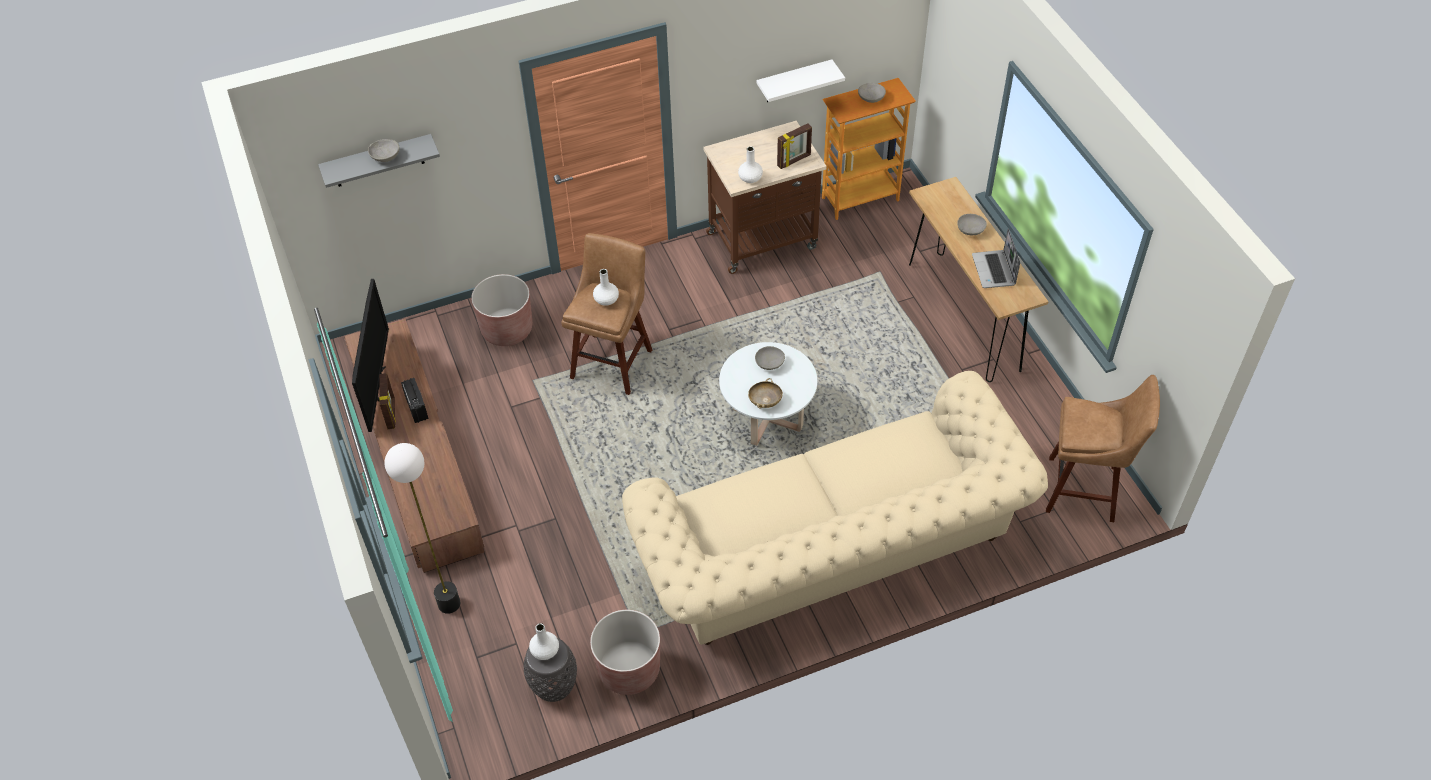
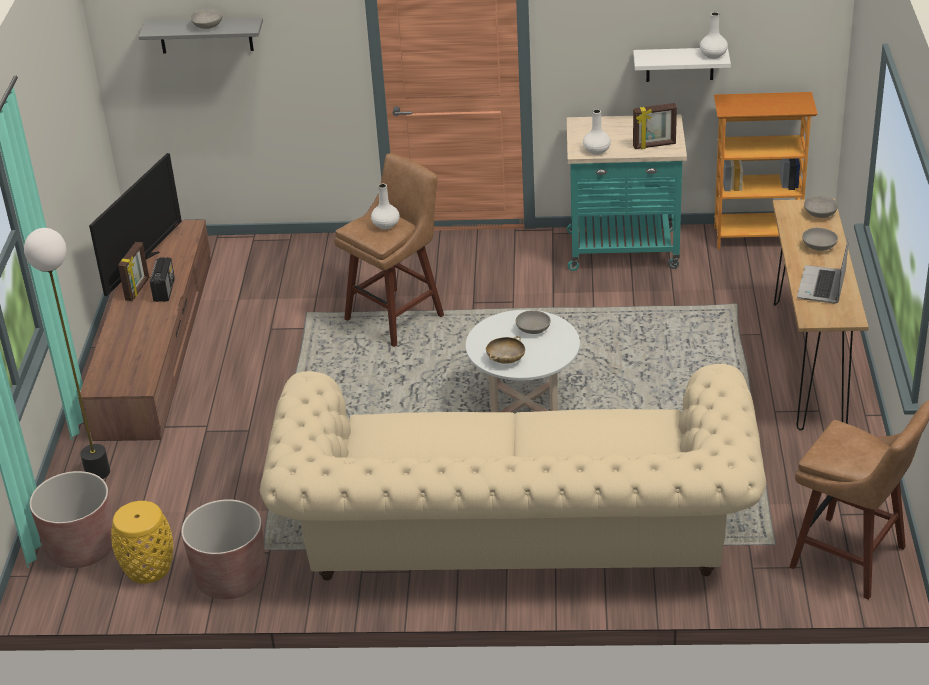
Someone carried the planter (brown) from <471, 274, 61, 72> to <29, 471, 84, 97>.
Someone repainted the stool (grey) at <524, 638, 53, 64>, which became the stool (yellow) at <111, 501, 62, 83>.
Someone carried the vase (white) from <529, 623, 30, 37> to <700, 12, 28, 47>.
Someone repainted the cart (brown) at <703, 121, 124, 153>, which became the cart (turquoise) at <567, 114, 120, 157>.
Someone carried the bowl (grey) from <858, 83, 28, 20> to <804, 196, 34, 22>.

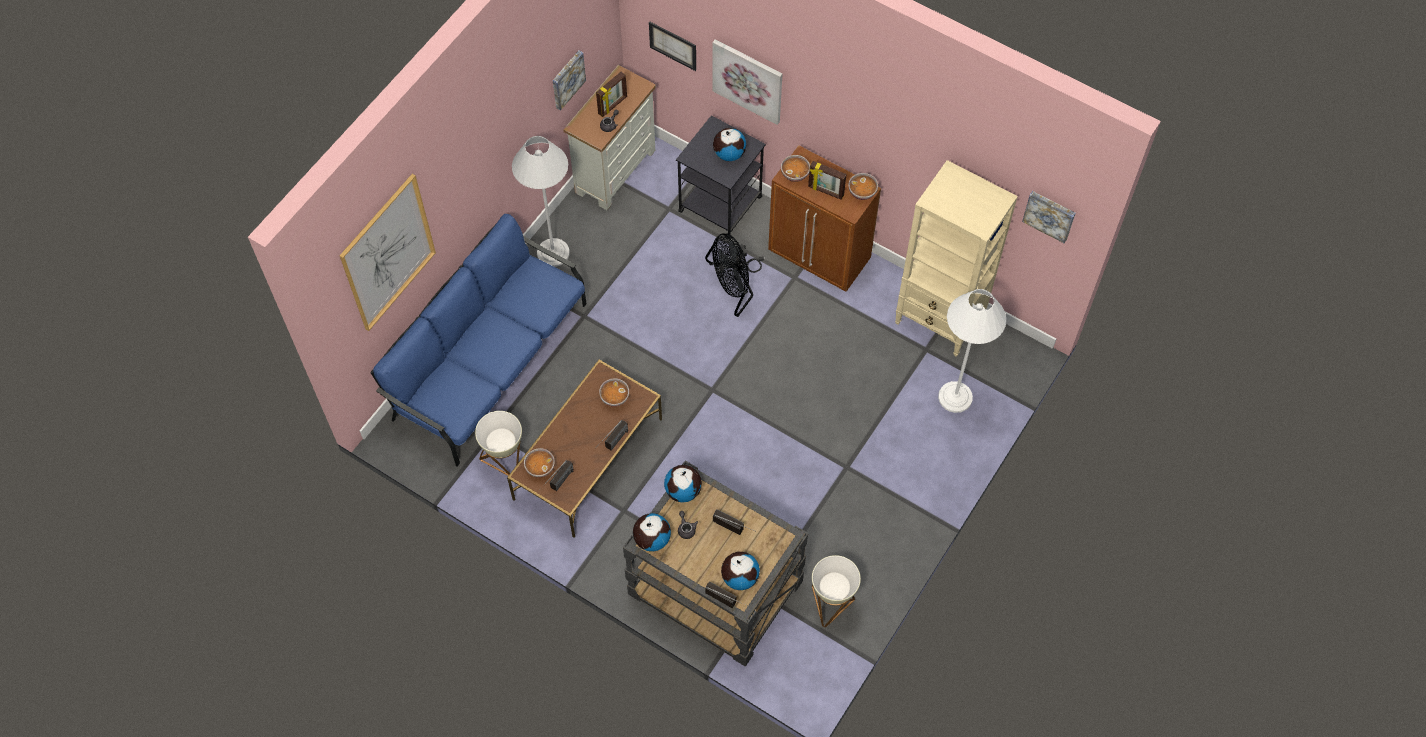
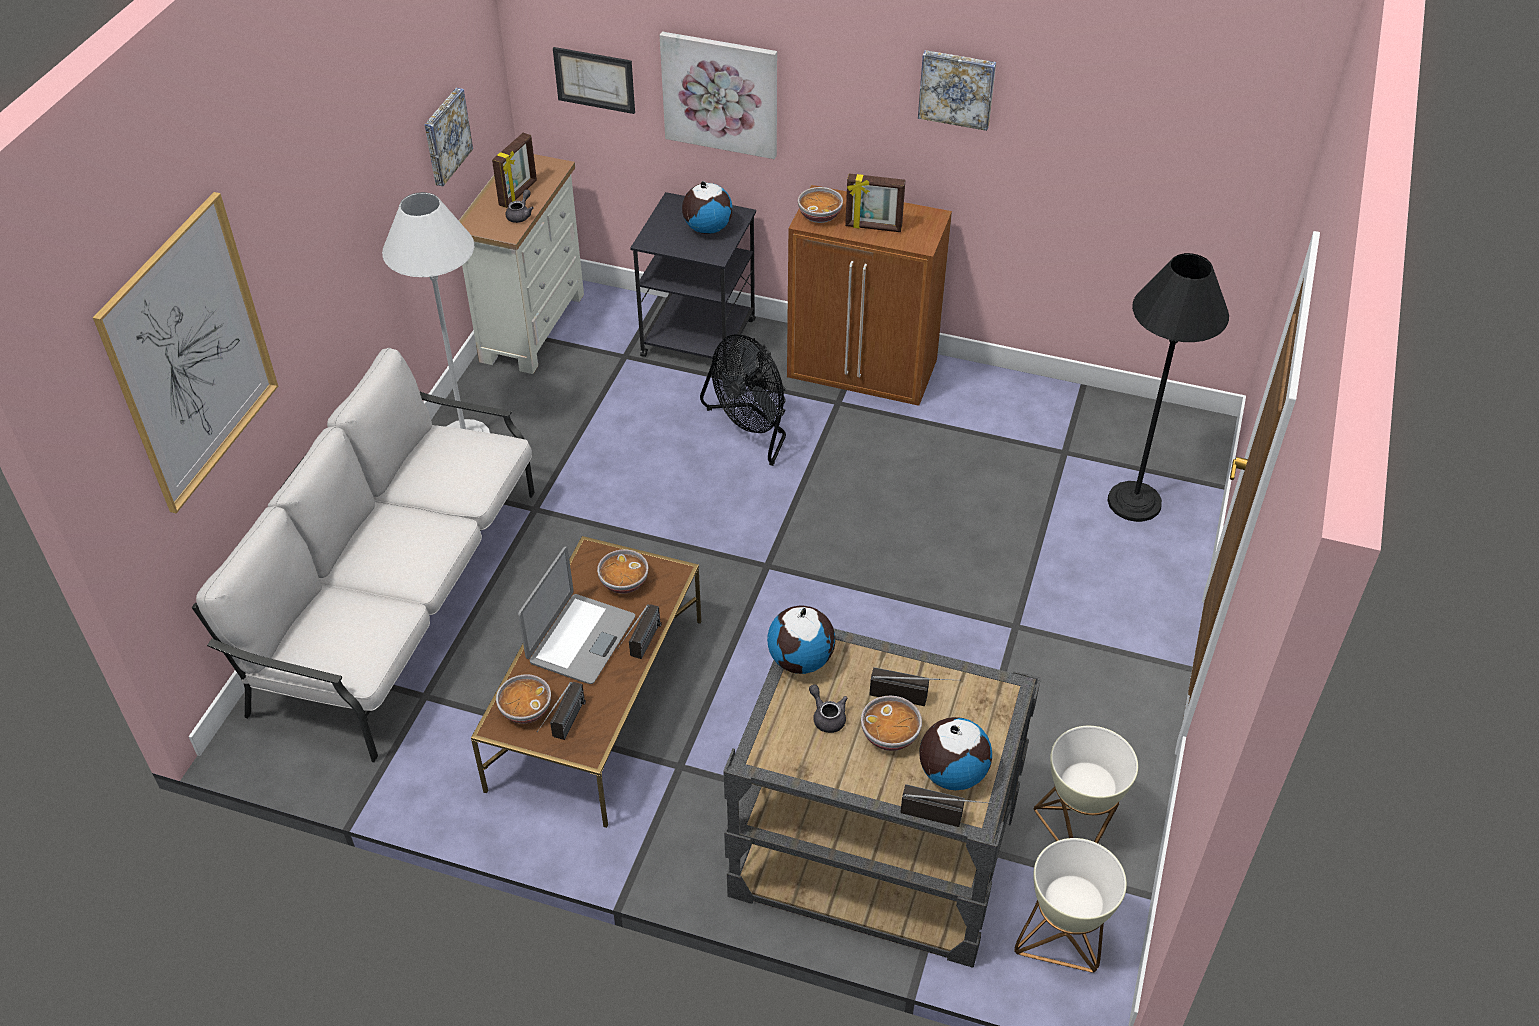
Someone repainted the sofa (blue) at <370, 214, 216, 253>, which became the sofa (white) at <191, 348, 344, 415>.
Someone carried the planter from <475, 411, 47, 65> to <1014, 838, 113, 135>.
Someone took away the globe at <633, 513, 38, 38>.
Someone carried the bowl from <848, 173, 30, 27> to <861, 695, 61, 56>.
Someone took away the bookcase (beige) at <895, 160, 123, 197>.
Someone repainted the floor lamp (white) at <938, 289, 68, 124>, which became the floor lamp (black) at <1108, 253, 121, 269>.
Someone carried the picture from <1022, 191, 54, 52> to <918, 50, 78, 81>.
Someone put down the laptop at <518, 547, 117, 137>.

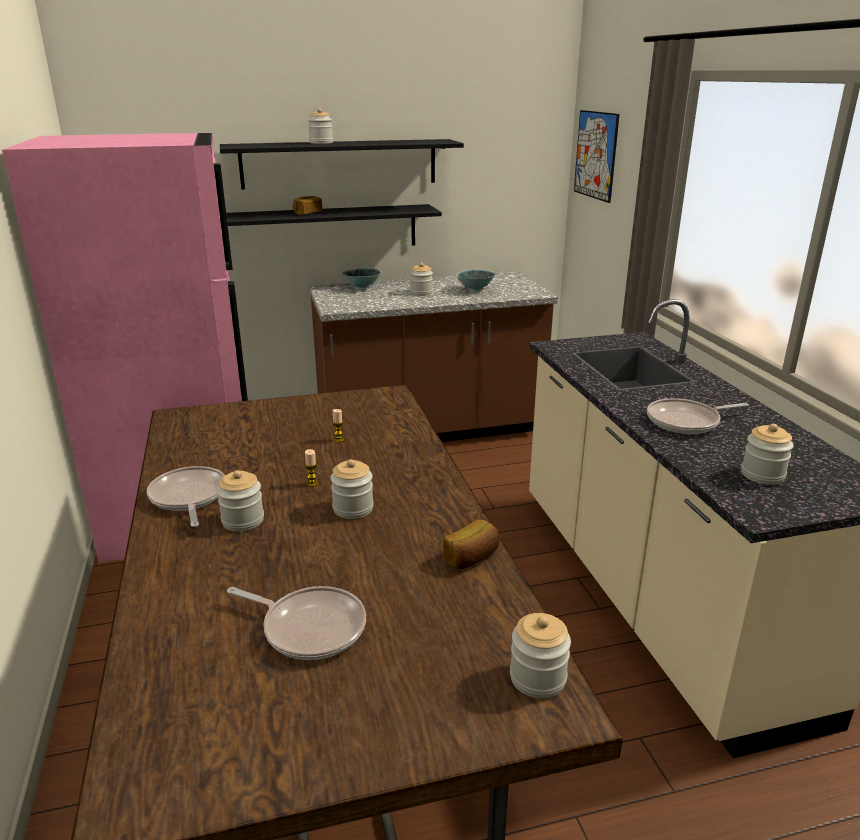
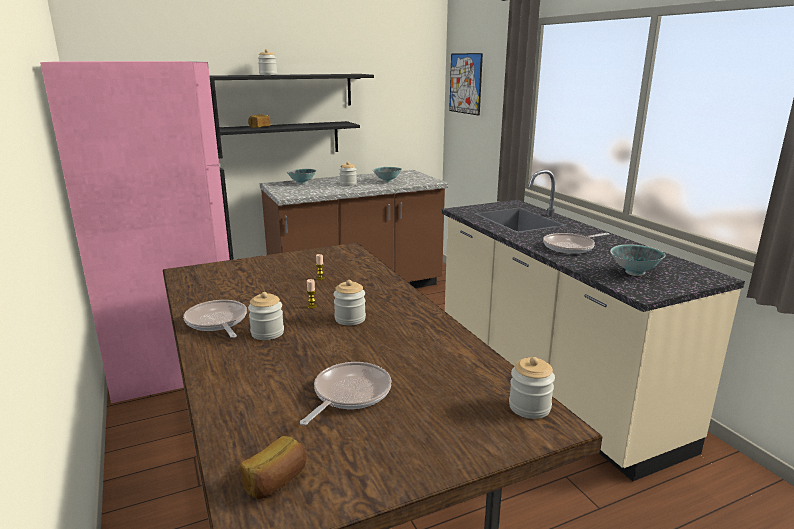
Someone rotated the frying pan at <227, 586, 139, 74> by 75 degrees counterclockwise.
Someone carried the bread from <443, 519, 57, 50> to <240, 436, 67, 63>.
Someone swapped the jar at <741, 424, 53, 61> for the bowl at <610, 244, 56, 32>.

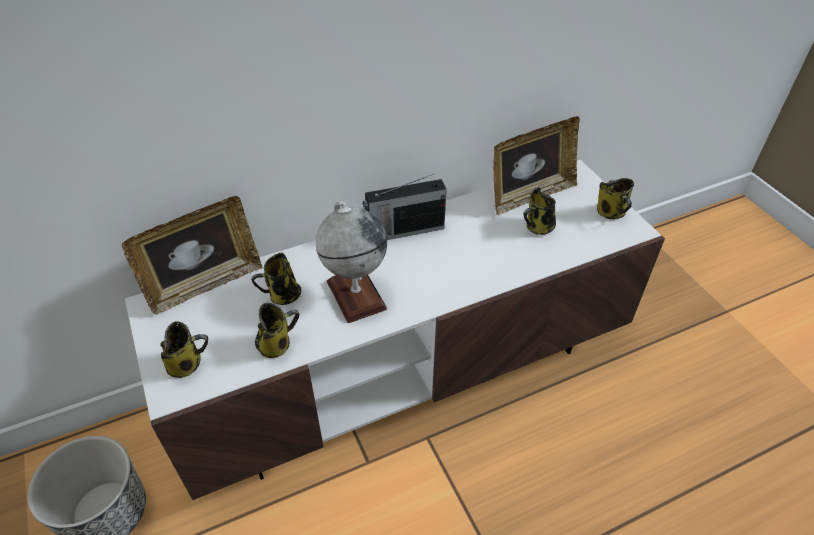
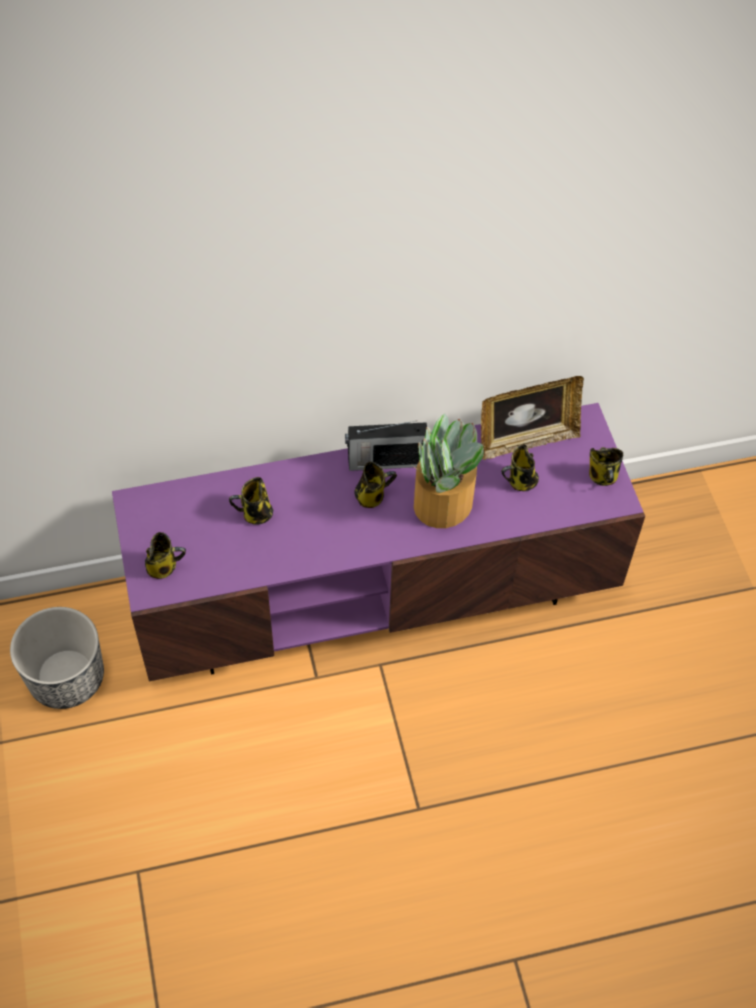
Someone took away the picture frame at <122, 196, 141, 118>.
Someone repainted the tv stand (white) at <125, 160, 540, 340>, which became the tv stand (purple) at <112, 403, 533, 278>.
Someone carried the mug from <255, 303, 45, 55> to <354, 462, 43, 46>.
Someone took away the globe at <316, 201, 71, 122>.
Someone put down the potted plant at <412, 413, 72, 115>.

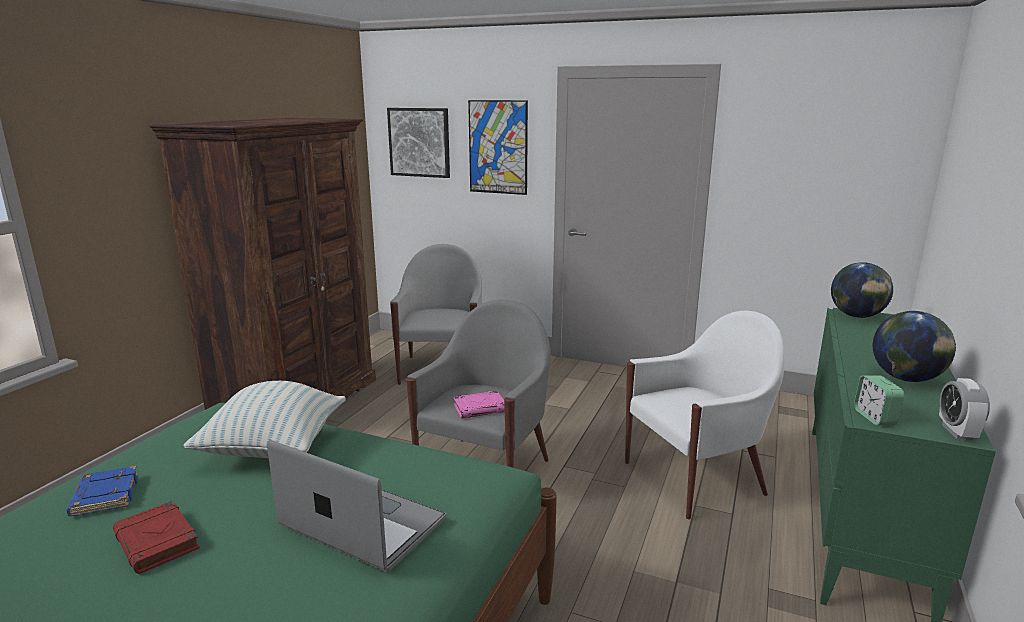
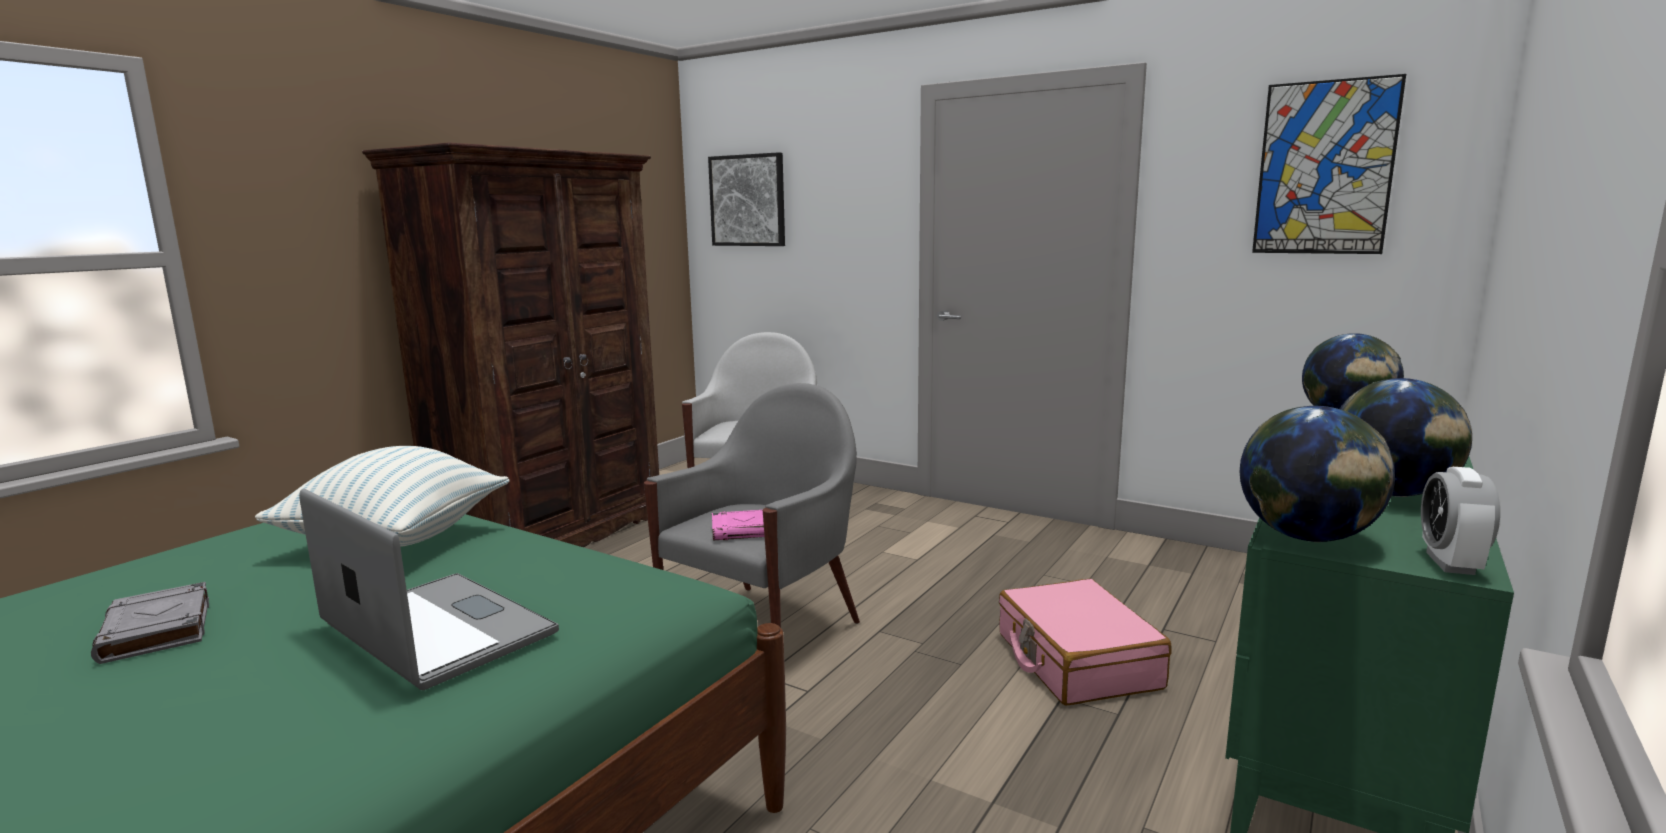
Someone took away the book (blue) at <67, 466, 71, 51>.
Someone repainted the book (red) at <113, 501, 87, 73>, which became the book (grey) at <91, 582, 118, 82>.
Someone carried the picture from <468, 100, 60, 95> to <1252, 74, 154, 180>.
Someone swapped the armchair (white) at <625, 311, 159, 208> for the suitcase (pink) at <999, 579, 173, 127>.
Someone swapped the alarm clock at <854, 375, 51, 50> for the globe at <1240, 406, 155, 136>.

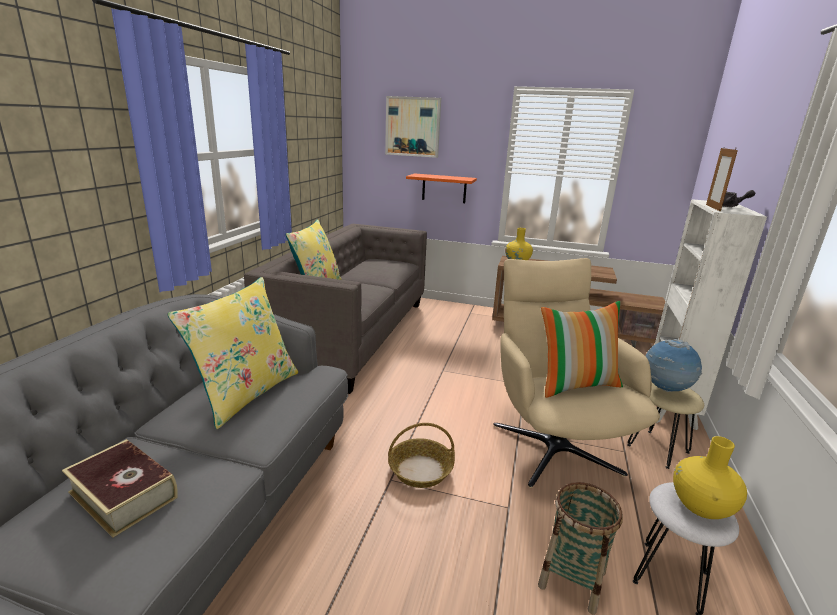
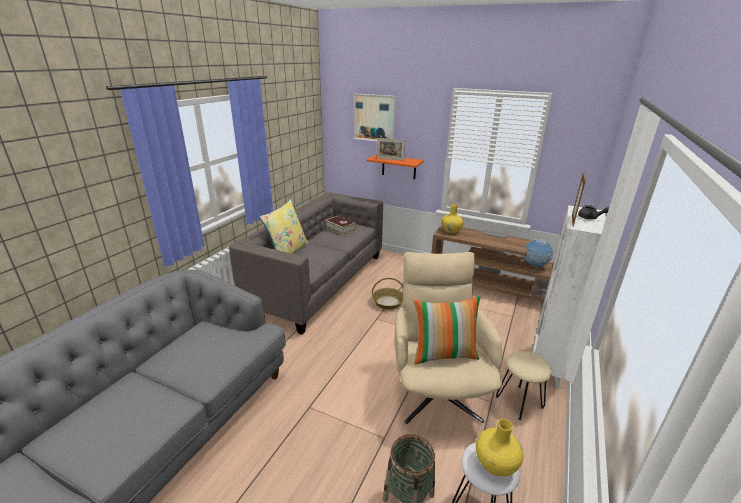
Someone carried the book from <62, 439, 116, 98> to <325, 216, 31, 19>.
Someone took away the pillow (yellow) at <167, 277, 131, 152>.
Someone carried the basket from <388, 423, 67, 65> to <372, 278, 31, 31>.
Someone carried the globe from <645, 339, 57, 53> to <524, 239, 29, 28>.
Someone put down the picture frame at <377, 138, 28, 23>.

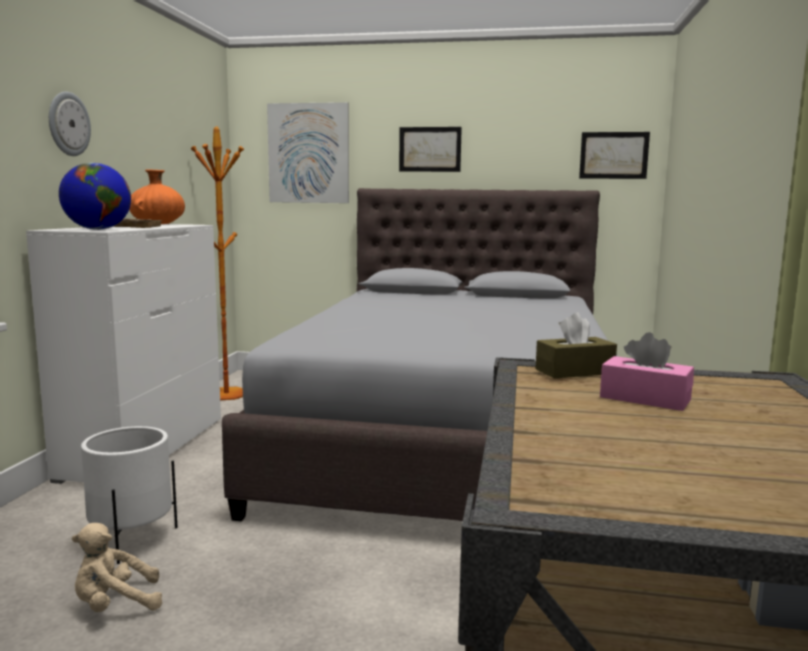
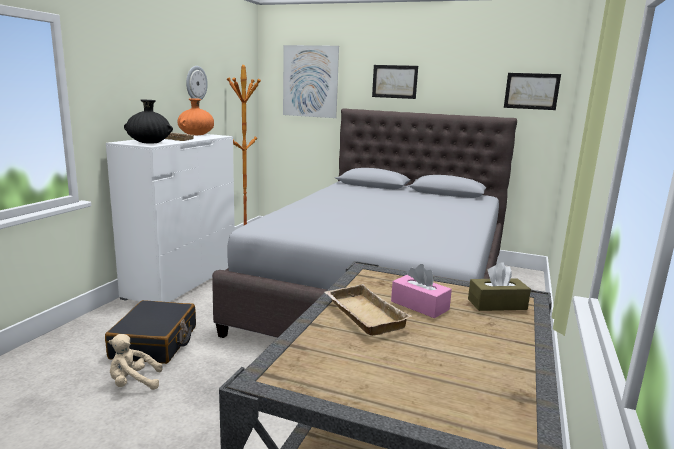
Someone carried the wall clock from <49, 91, 42, 65> to <186, 66, 22, 34>.
Someone swapped the globe at <59, 163, 72, 67> for the vase (black) at <124, 99, 49, 44>.
Someone swapped the planter (white) at <81, 426, 97, 138> for the suitcase (black) at <105, 300, 91, 64>.
Someone carried the tissue box (brown) from <536, 312, 81, 66> to <468, 262, 63, 49>.
Someone put down the tray (beige) at <324, 284, 88, 52>.

